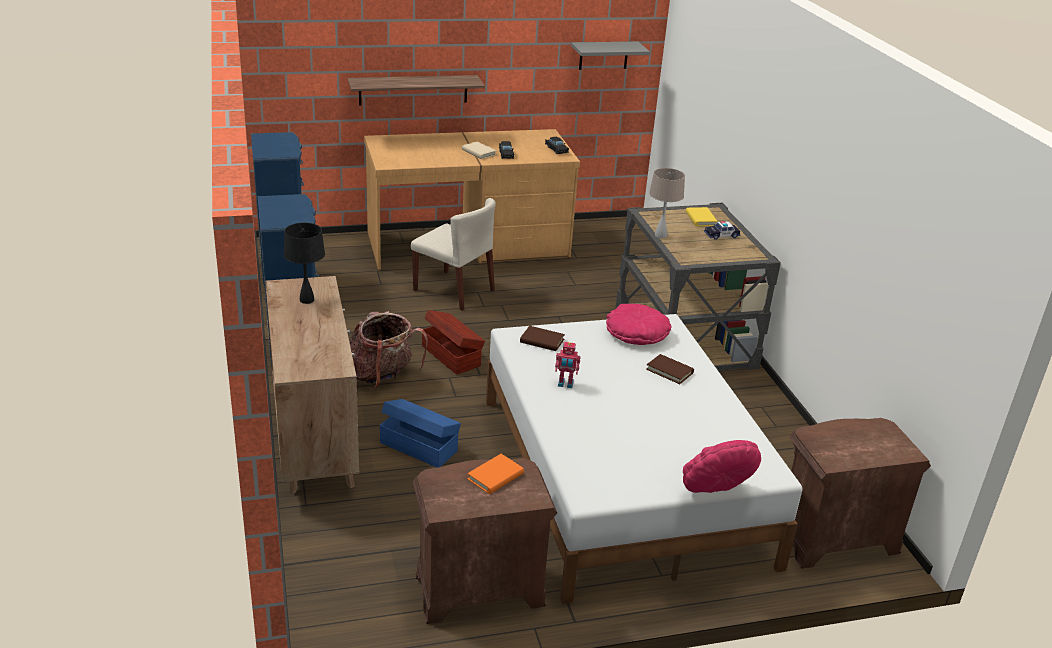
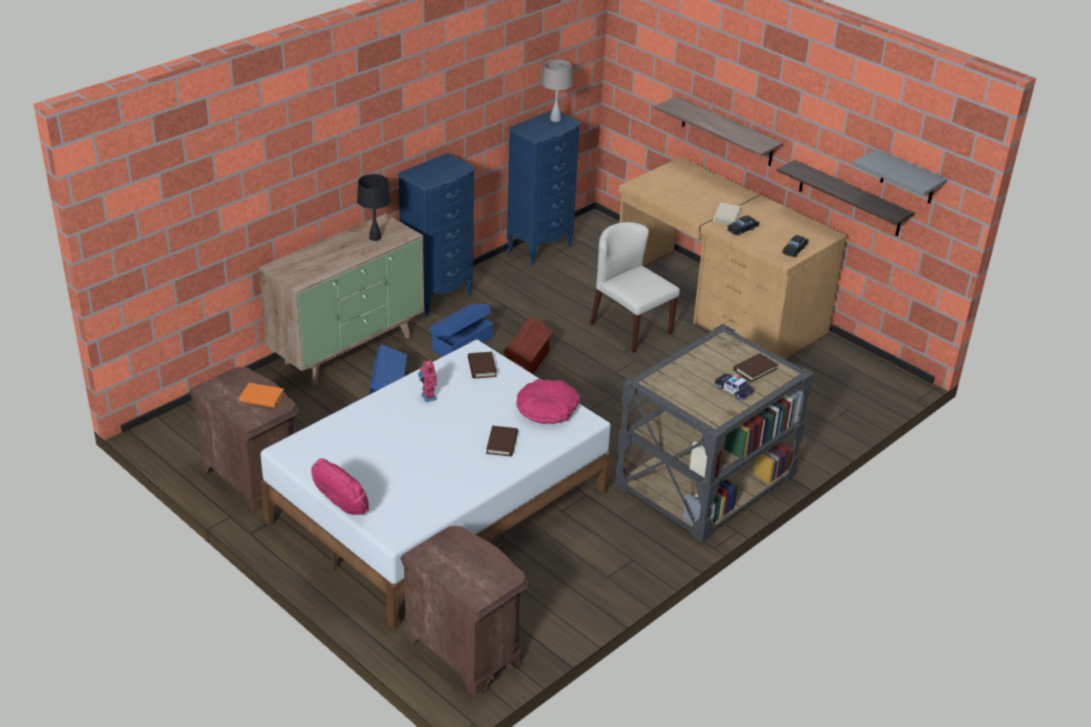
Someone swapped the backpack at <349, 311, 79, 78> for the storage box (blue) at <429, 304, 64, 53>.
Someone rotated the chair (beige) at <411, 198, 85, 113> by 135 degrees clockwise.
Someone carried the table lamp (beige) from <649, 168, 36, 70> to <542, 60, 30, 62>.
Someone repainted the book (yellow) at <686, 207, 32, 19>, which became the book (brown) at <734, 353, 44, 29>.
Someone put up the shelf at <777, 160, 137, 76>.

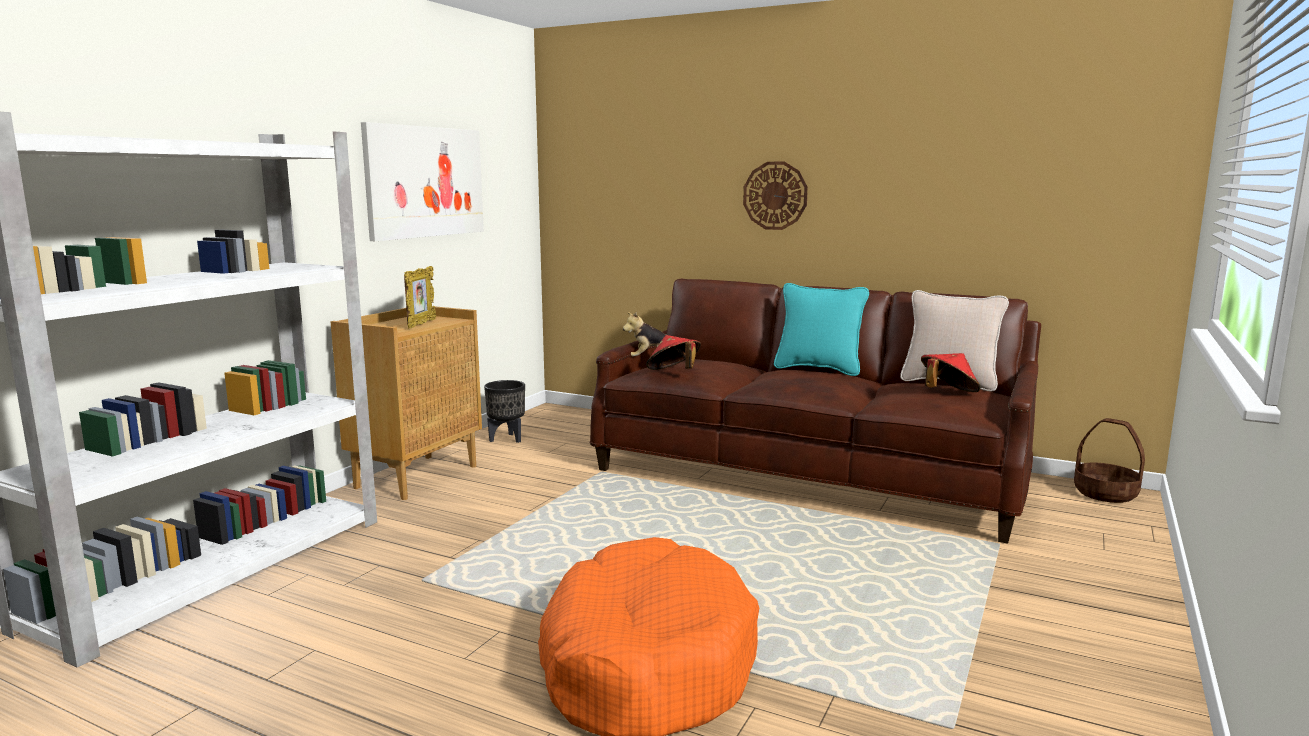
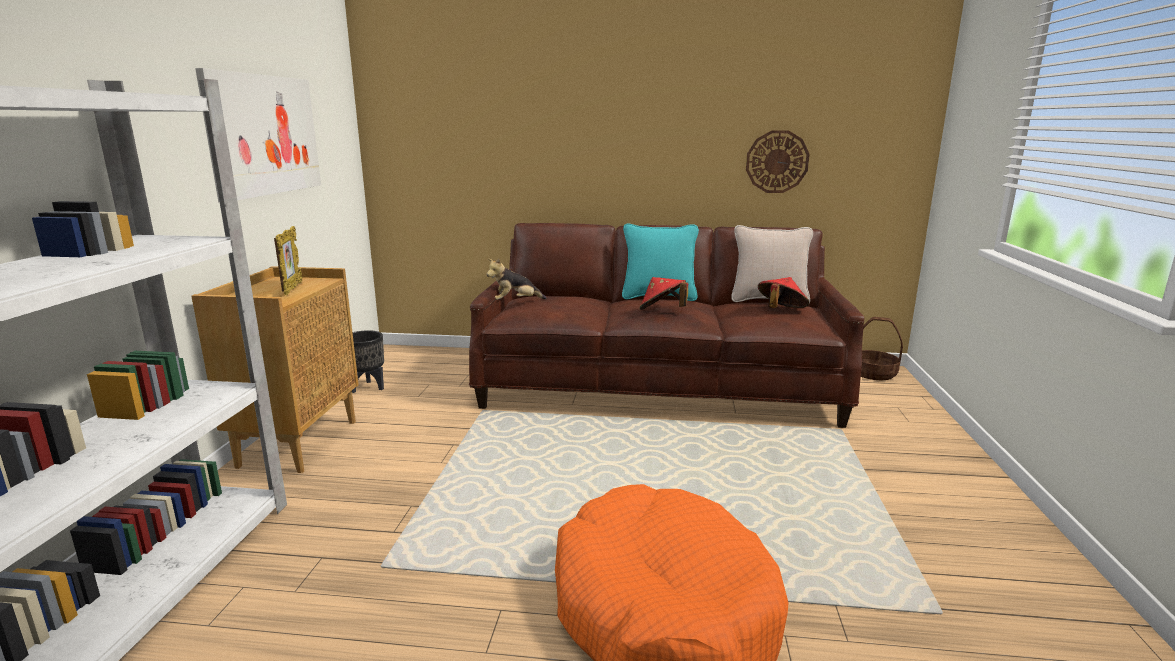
Someone carried the hat (red) from <646, 335, 55, 35> to <639, 277, 49, 33>.
Someone carried the wall clock from <743, 162, 65, 68> to <746, 130, 64, 63>.

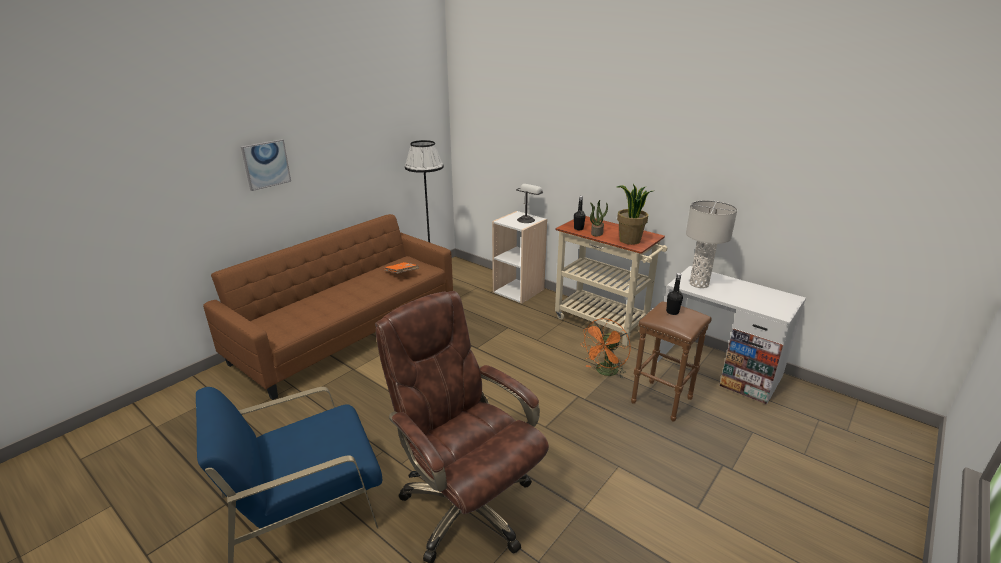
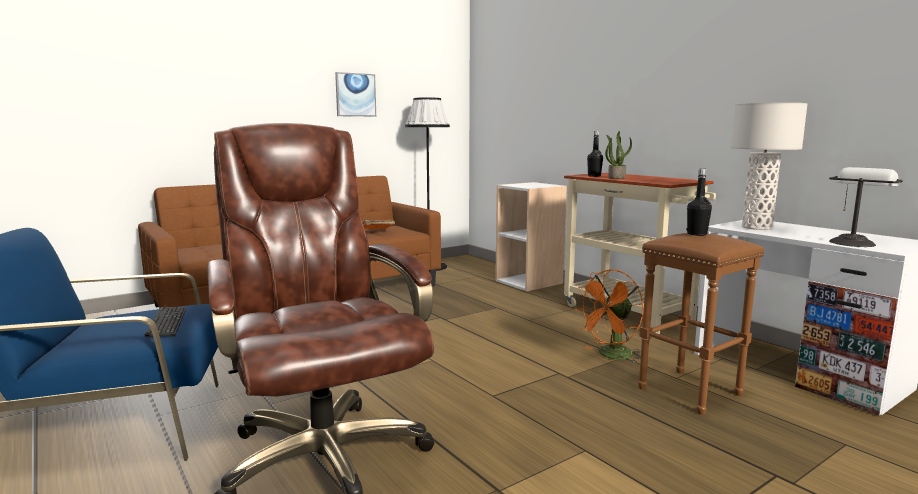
Someone carried the picture from <241, 139, 50, 52> to <335, 72, 41, 45>.
Someone carried the table lamp from <516, 184, 27, 39> to <829, 167, 74, 80>.
Someone took away the potted plant at <617, 184, 36, 61>.
Someone put down the keyboard at <144, 307, 42, 30>.

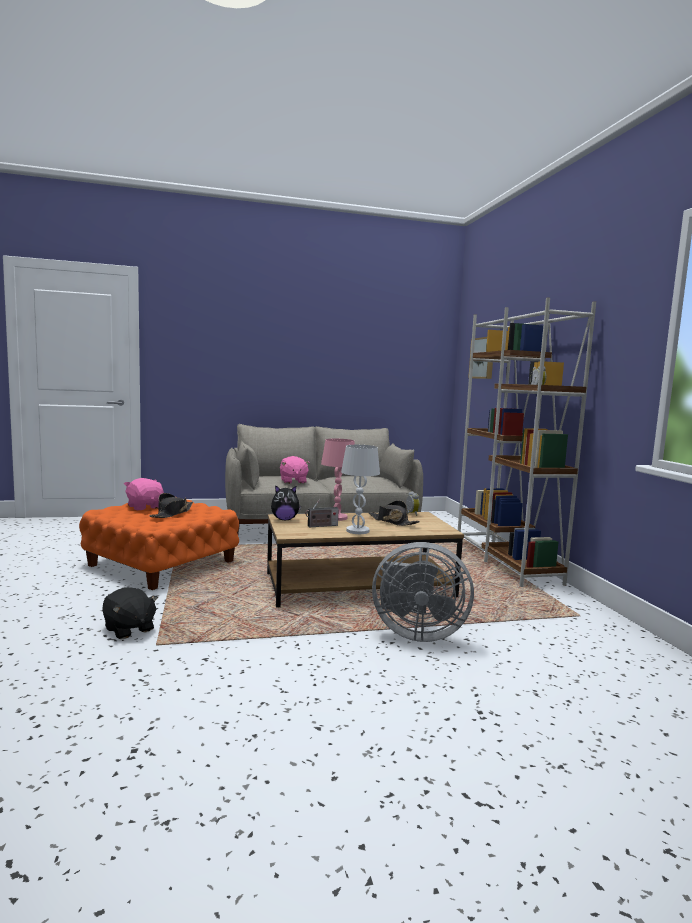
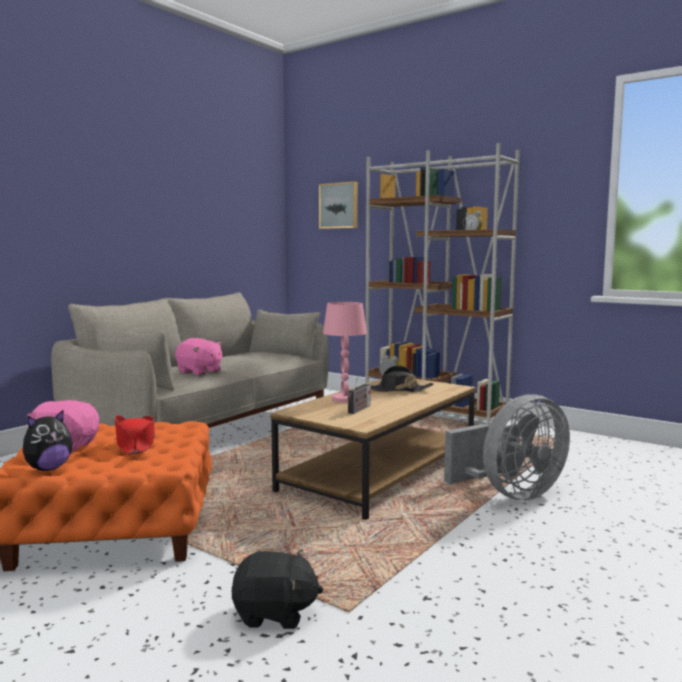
Someone repainted the hat (black) at <150, 493, 43, 25>, which became the hat (red) at <114, 415, 42, 40>.
Someone carried the plush toy from <271, 485, 30, 35> to <23, 409, 50, 62>.
Someone took away the table lamp (white) at <341, 445, 39, 89>.

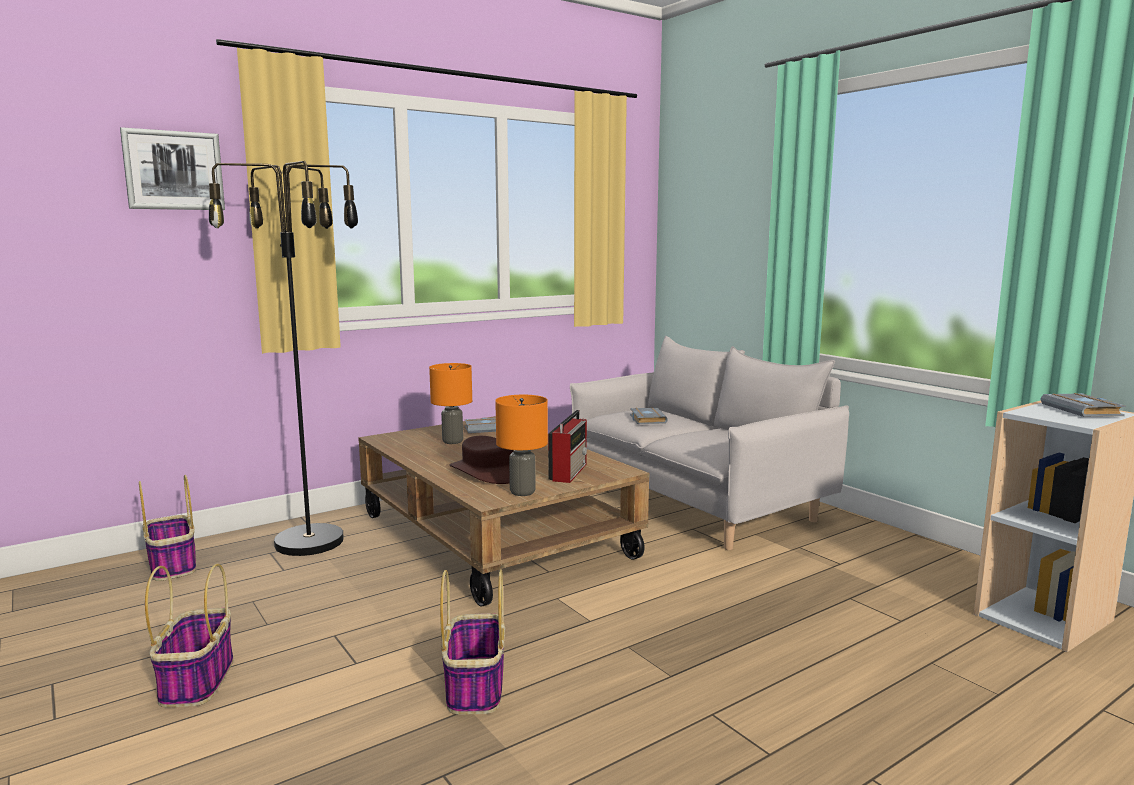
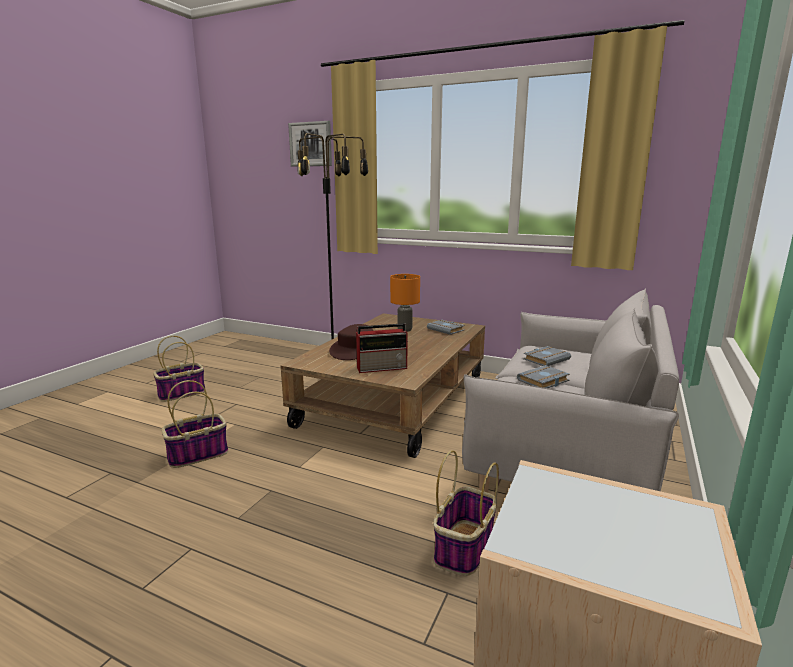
Someone carried the basket from <139, 475, 57, 106> to <433, 450, 66, 126>.
Someone took away the table lamp (orange) at <495, 395, 53, 101>.
Someone carried the book (grey) from <1040, 393, 86, 24> to <517, 365, 53, 23>.

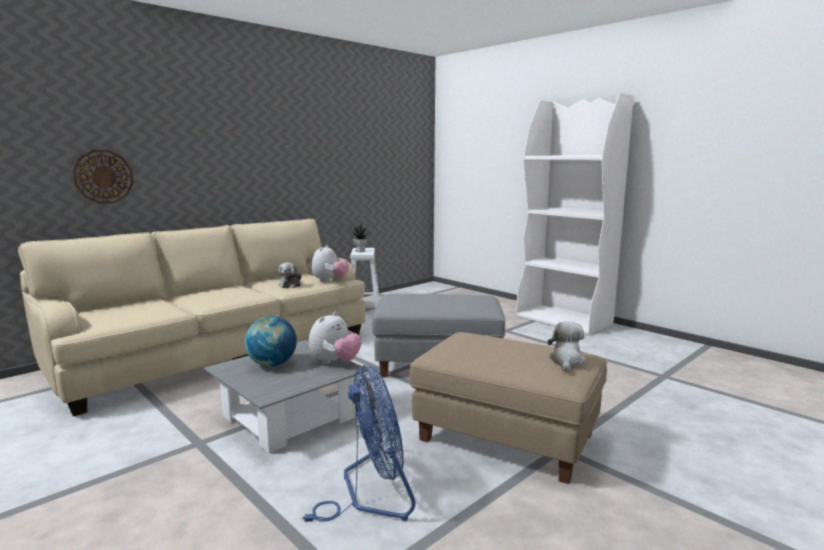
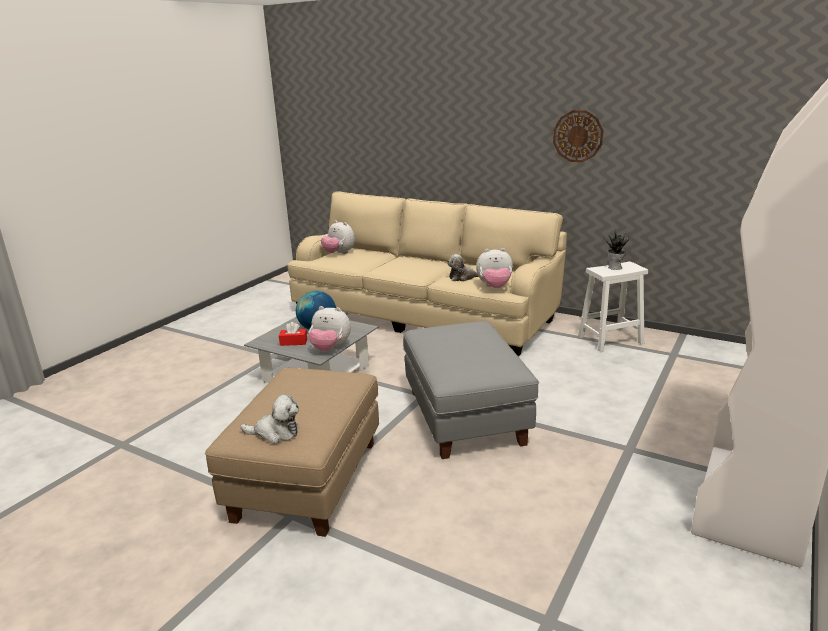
Someone carried the wall clock from <72, 150, 62, 54> to <553, 110, 50, 52>.
Someone took away the fan (blue) at <302, 365, 113, 157>.
Someone put down the tissue box (red) at <279, 322, 28, 24>.
Someone put down the plush toy at <321, 220, 34, 34>.

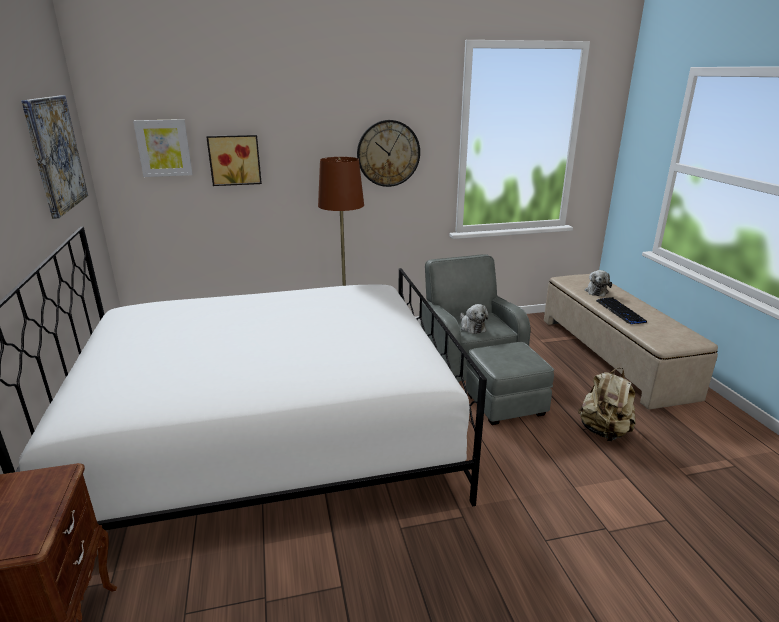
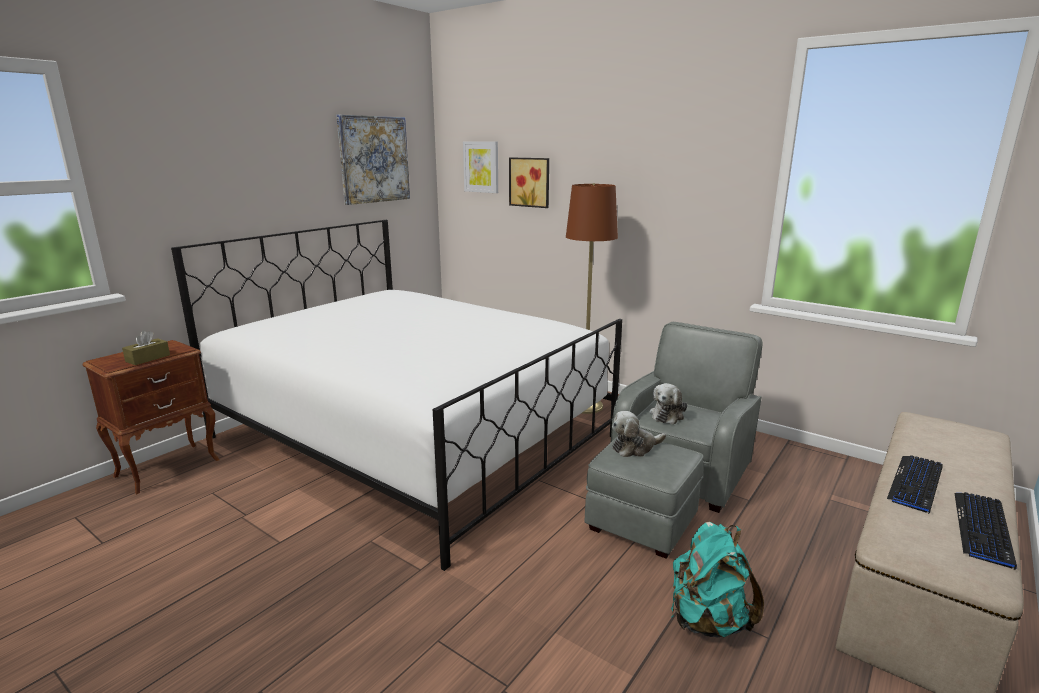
Someone took away the wall clock at <357, 120, 63, 67>.
Someone repainted the backpack (beige) at <578, 368, 58, 73>, which became the backpack (turquoise) at <671, 522, 93, 115>.
Someone carried the plush toy from <585, 270, 27, 27> to <612, 411, 54, 46>.
Someone put down the tissue box (brown) at <122, 331, 48, 34>.
Someone put down the keyboard at <954, 492, 63, 78>.

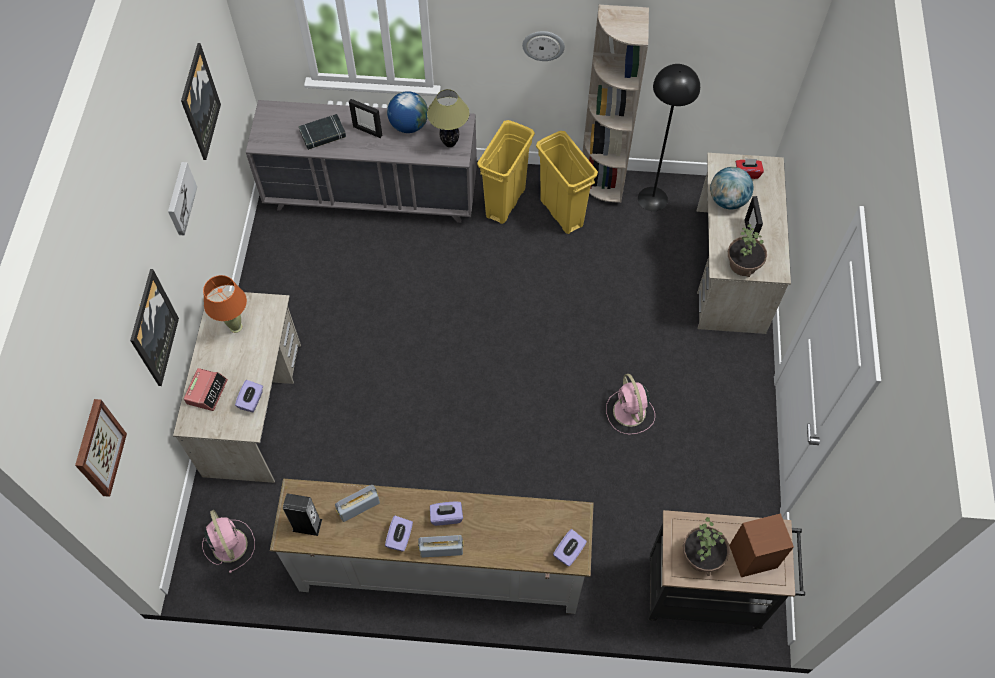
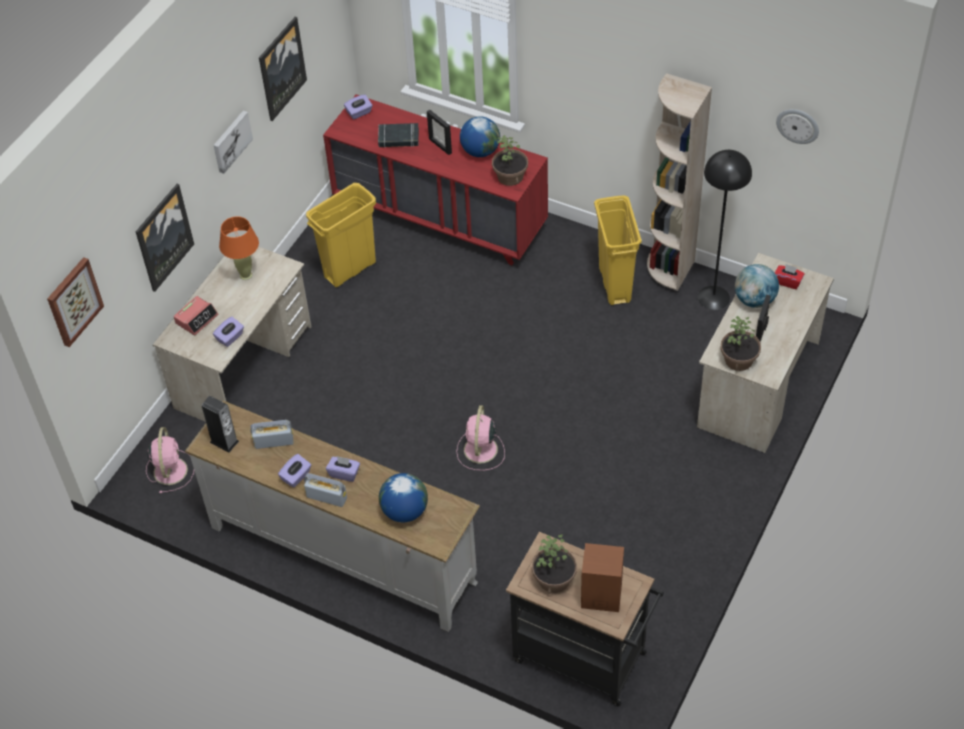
Someone repainted the dresser (grey) at <246, 100, 231, 123>, which became the dresser (red) at <323, 94, 225, 171>.
Someone swapped the table lamp at <427, 89, 43, 58> for the potted plant at <492, 135, 36, 51>.
Someone carried the trash can (yellow) from <477, 120, 58, 104> to <306, 183, 70, 104>.
Someone carried the wall clock from <522, 31, 43, 30> to <776, 109, 43, 35>.
Someone carried the tissue box (purple) from <553, 529, 34, 37> to <344, 95, 29, 24>.
Someone carried the fan (pink) from <606, 374, 49, 60> to <456, 405, 49, 65>.
Someone put down the globe at <379, 473, 49, 49>.

